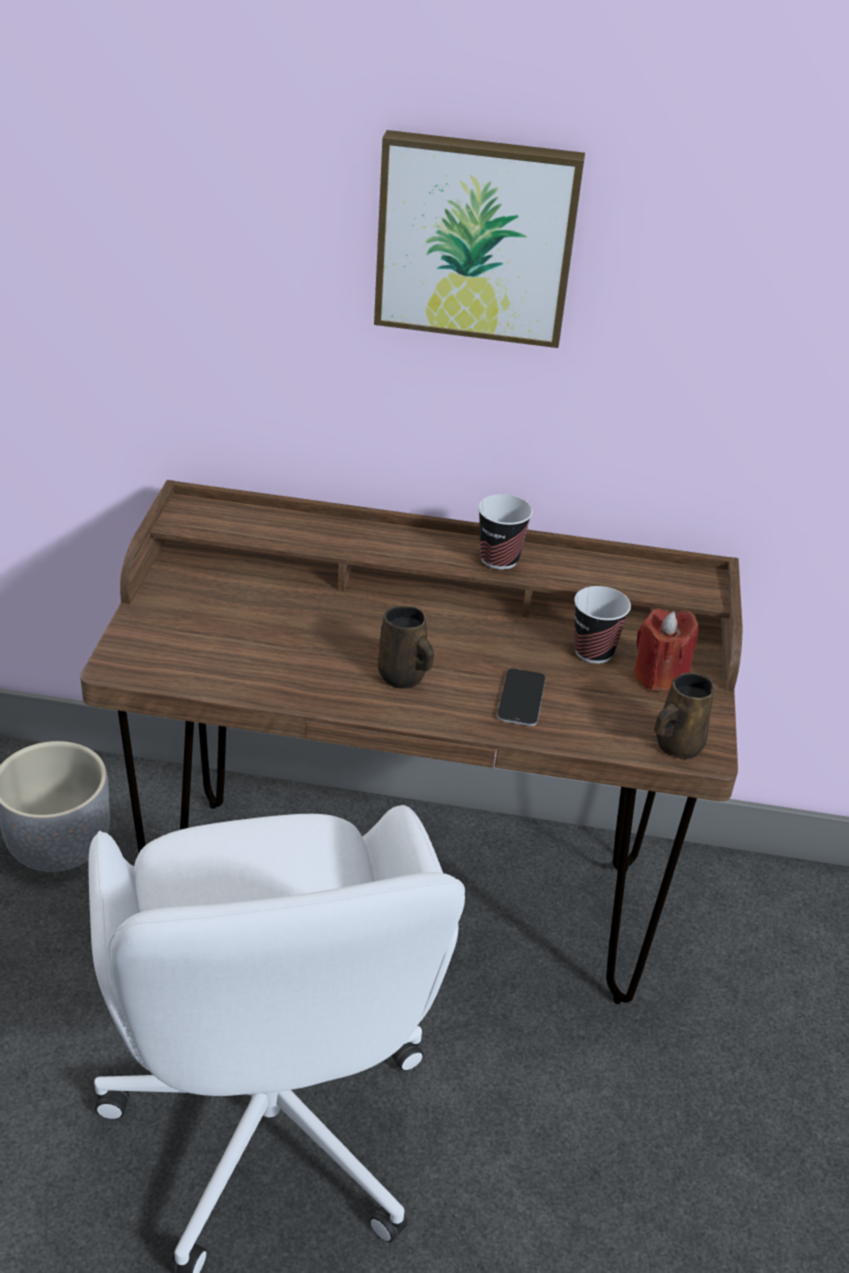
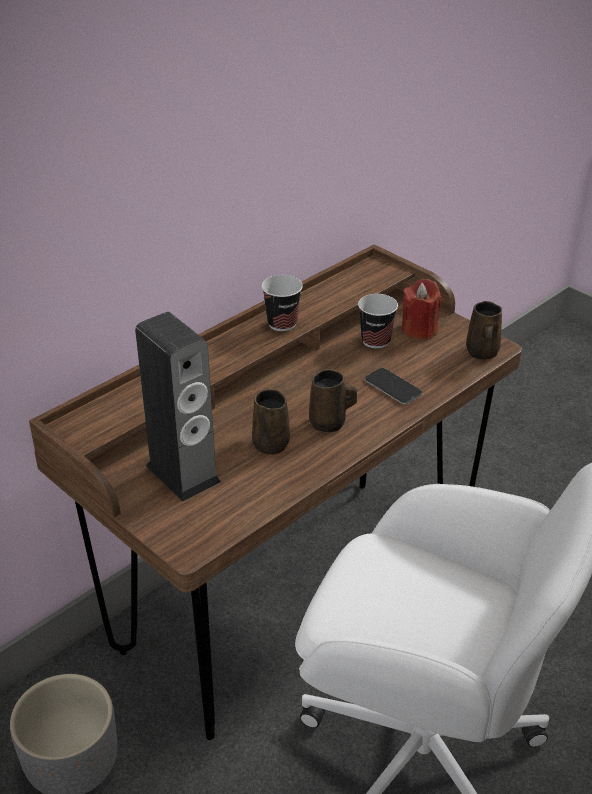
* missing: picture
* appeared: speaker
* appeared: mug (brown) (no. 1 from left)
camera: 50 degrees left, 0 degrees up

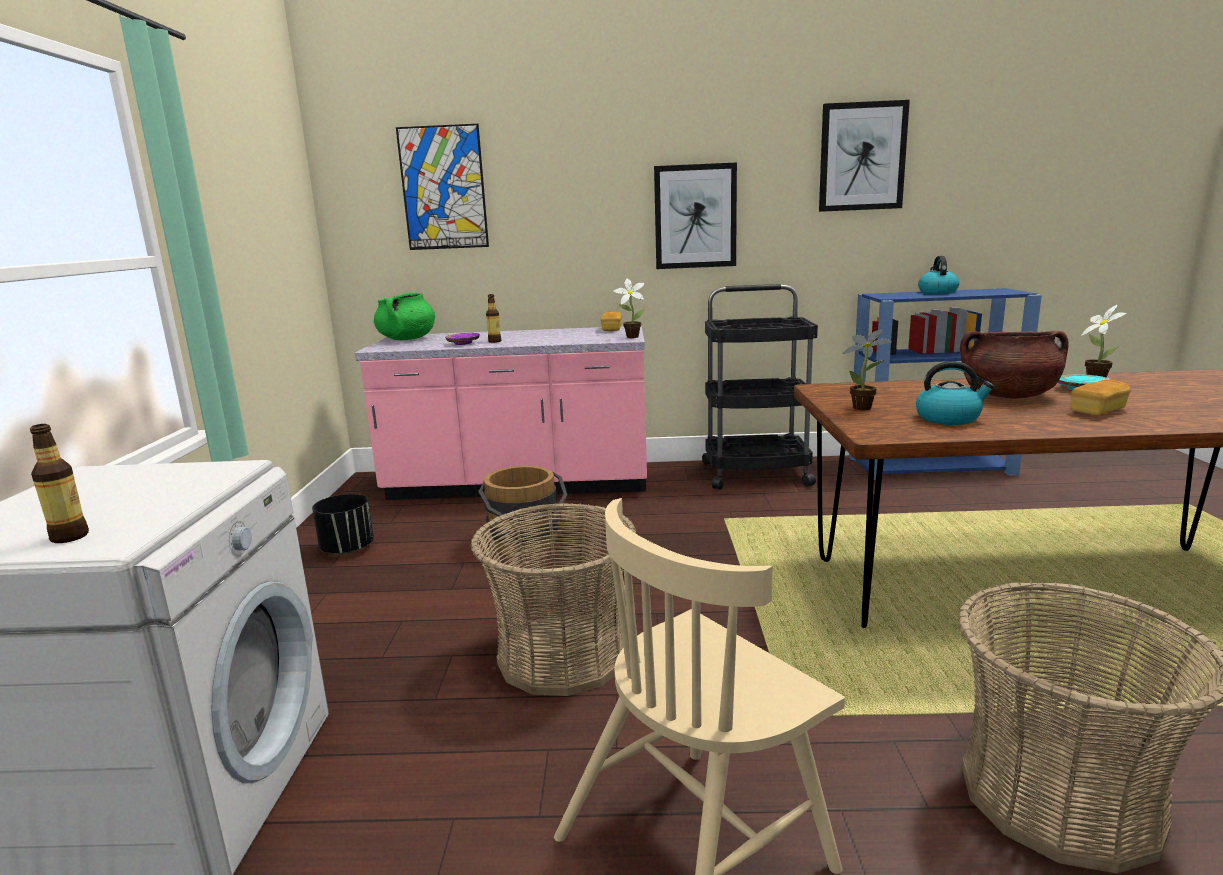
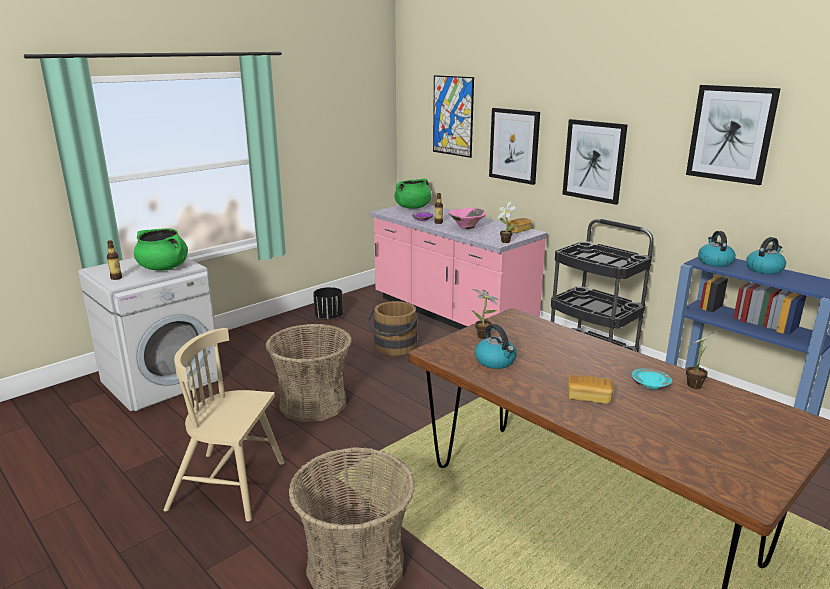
* missing: cooking pot (brown)
* appeared: cooking pot (green) (no. 1 from left)
* appeared: bowl (pink)
* appeared: picture (no. 2 from left)
* appeared: kettle (no. 2 from left)
camera: 45 degrees right, 5 degrees up

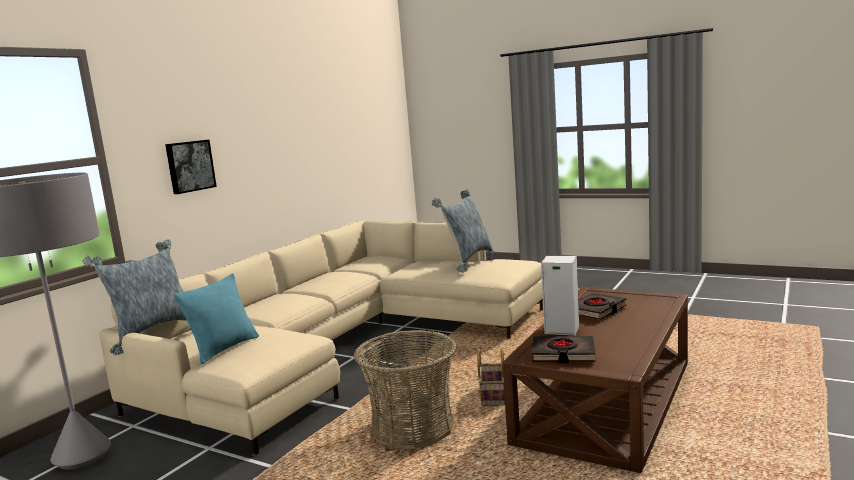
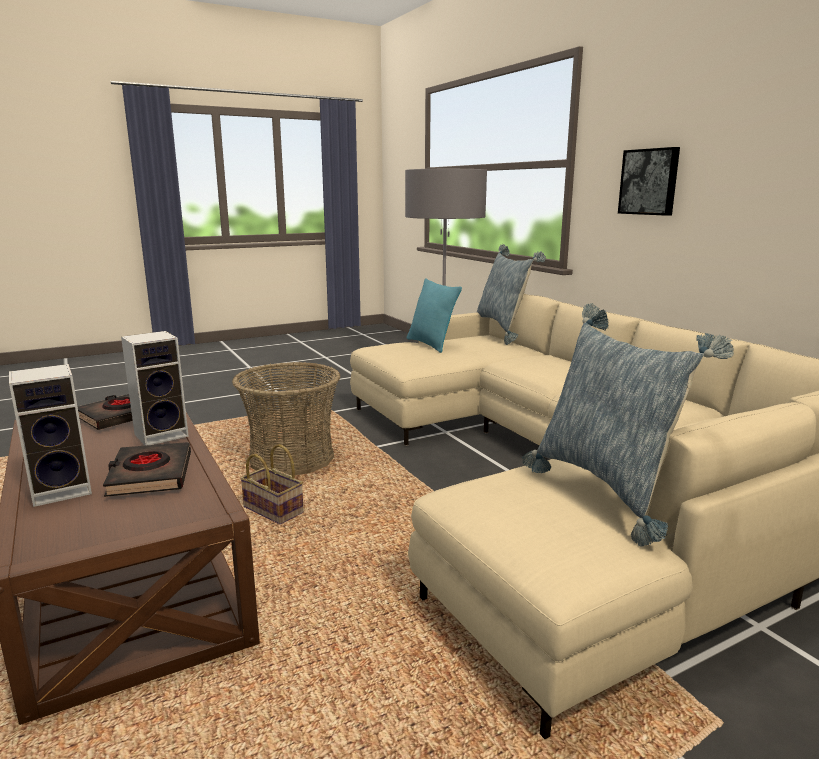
* appeared: speaker (no. 1 from left)
camera: 120 degrees right, 5 degrees up

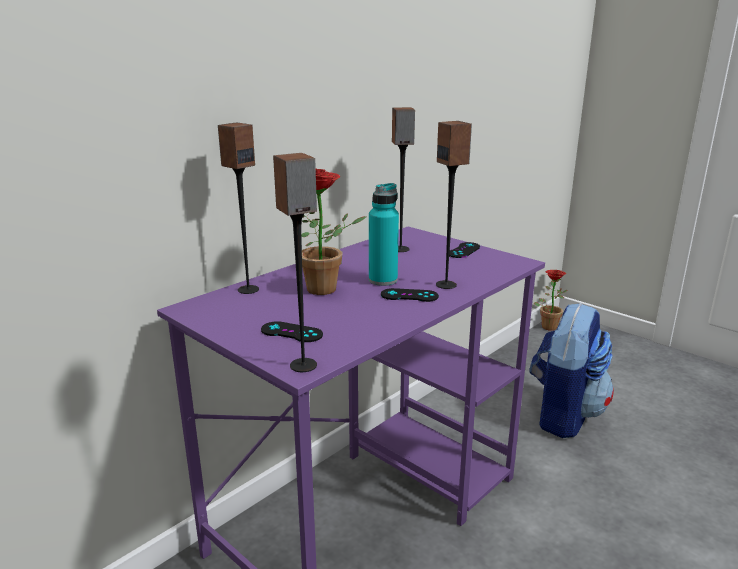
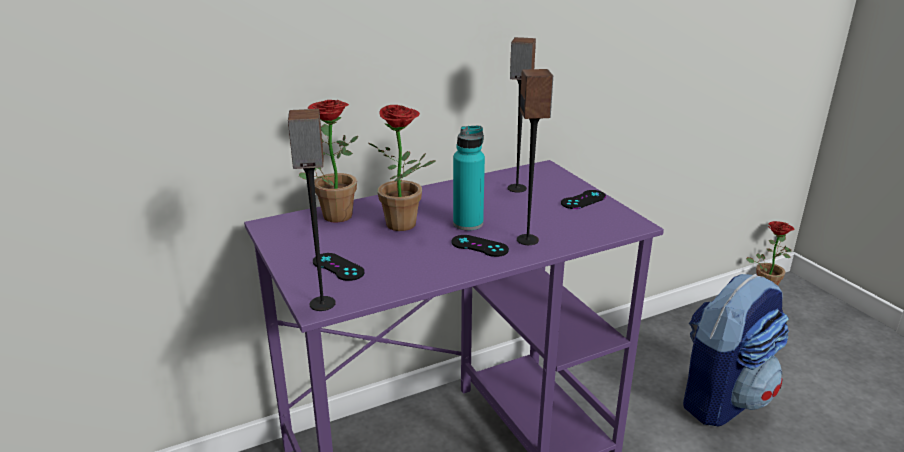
* exchanged: speaker (no. 1 from left) to potted plant (no. 1 from left)
camera: 20 degrees right, 5 degrees up

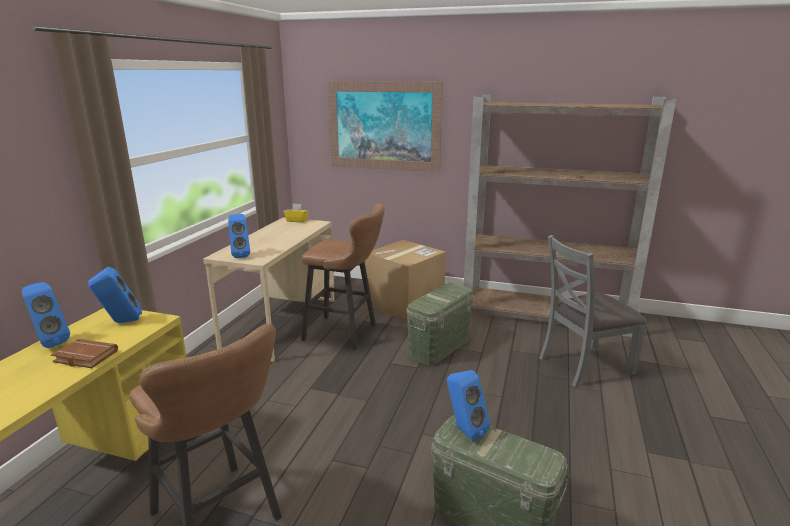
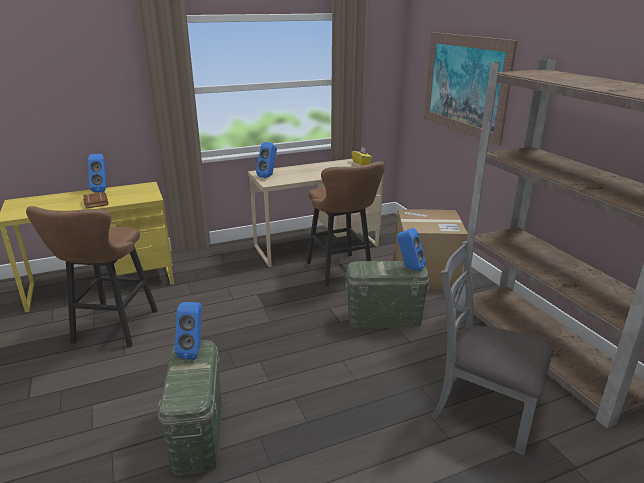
* relocated: speaker (blue) (no. 2 from left in the first image) to speaker (blue) (no. 4 from left)
camera: 50 degrees right, 5 degrees up

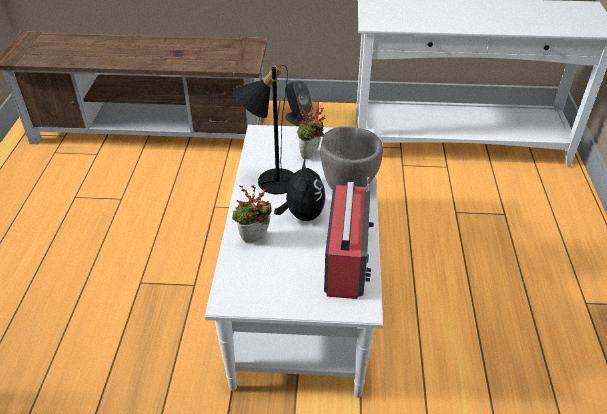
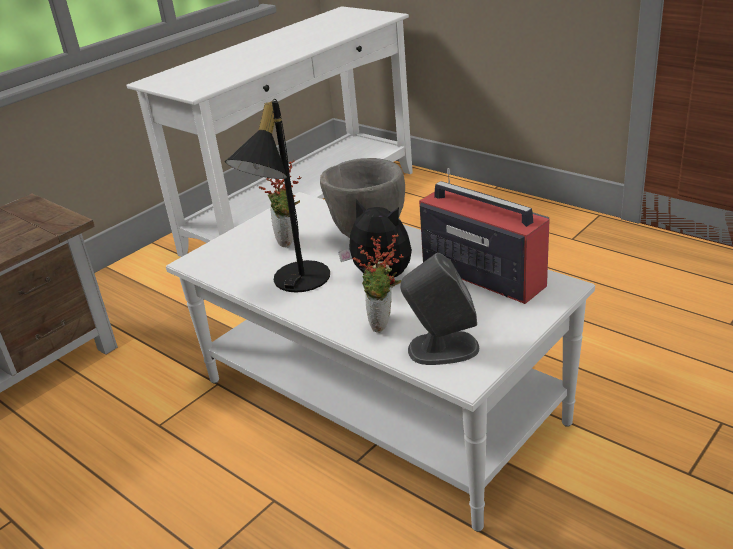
* relocated: speaker (grey)
camera: 50 degrees left, 10 degrees down

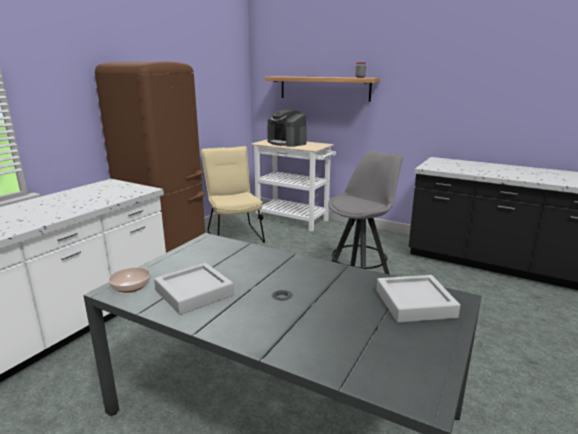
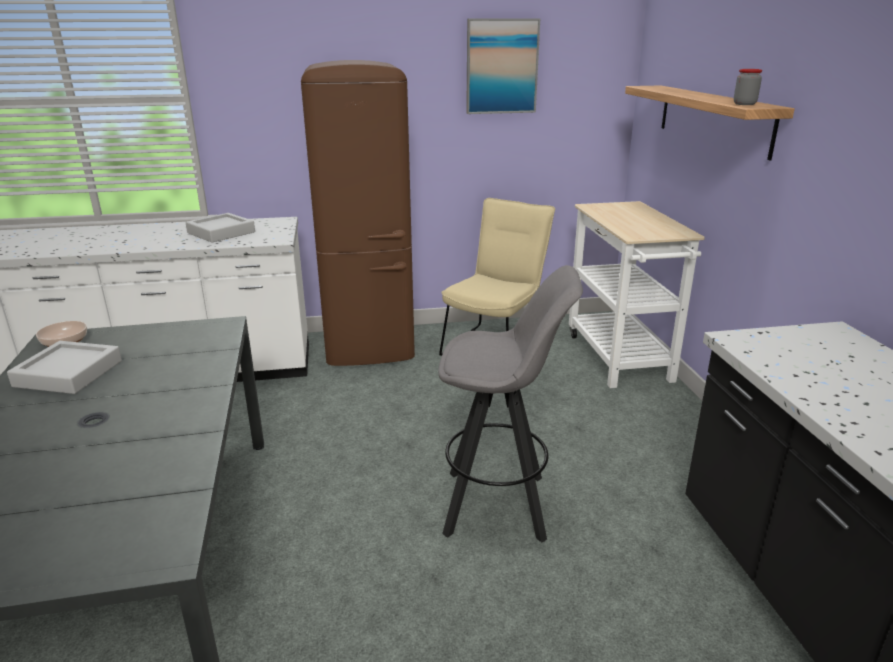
* missing: coffee machine
* relocated: tray (grey) (no. 2 from left)
* appeared: picture
camera: 50 degrees right, 5 degrees up

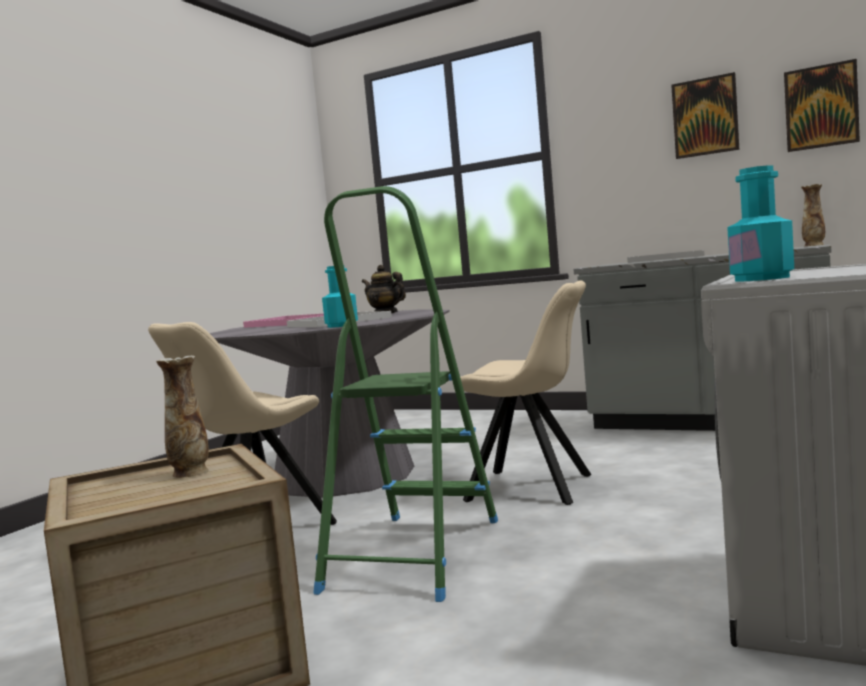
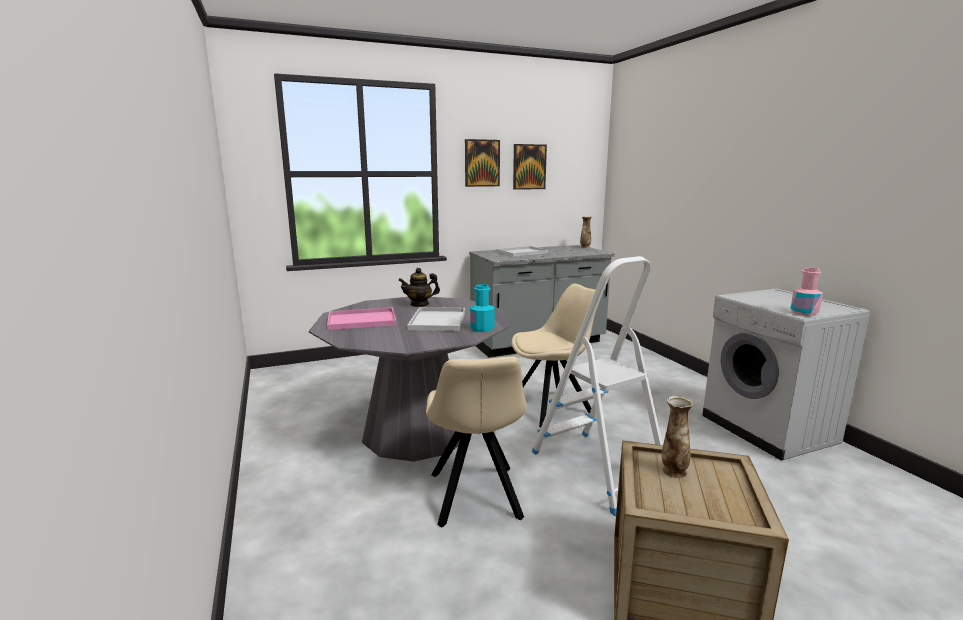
* colour: step ladder (green) to step ladder (white)
* colour: bottle (turquoise) (no. 2 from left) to bottle (pink)
* relocated: picture (no. 2 from left in the first image) to picture (no. 1 from left)
camera: 50 degrees left, 10 degrees up

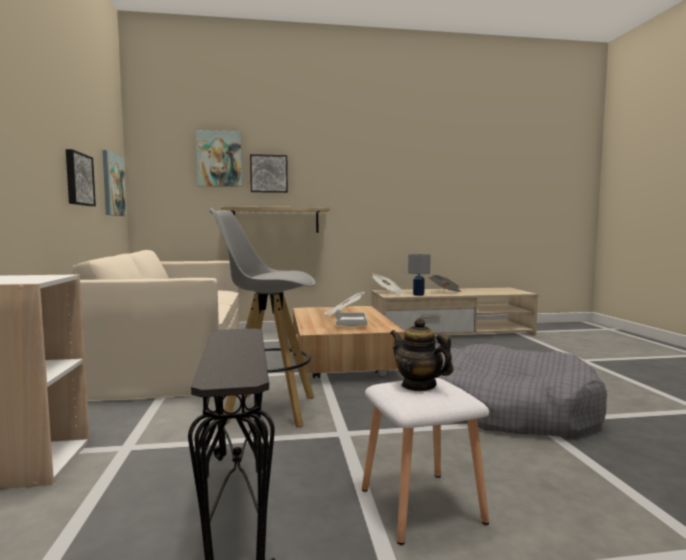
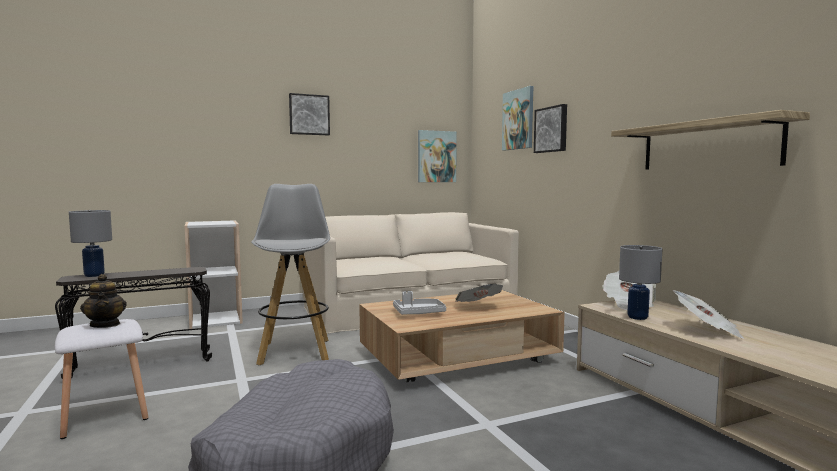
* relocated: picture (no. 1 from left)
* relocated: shelf
* spun: teapot 120 degrees clockwise
* appeared: table lamp (grey) (no. 1 from left)
camera: 75 degrees right, 0 degrees up

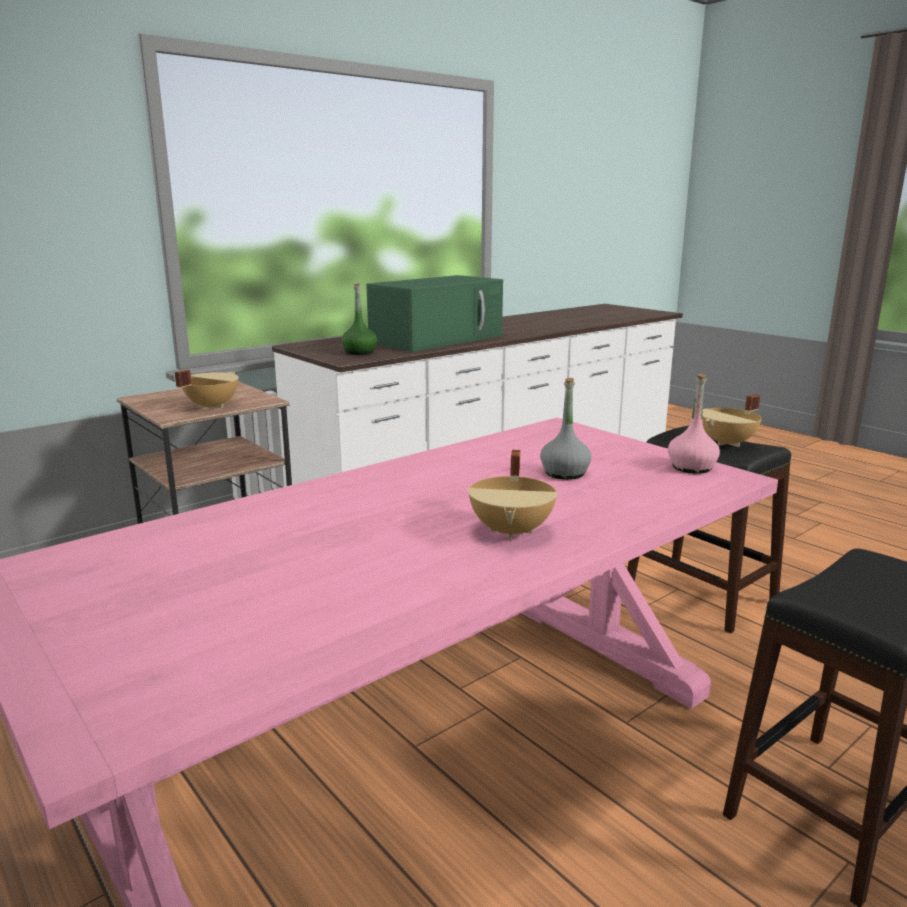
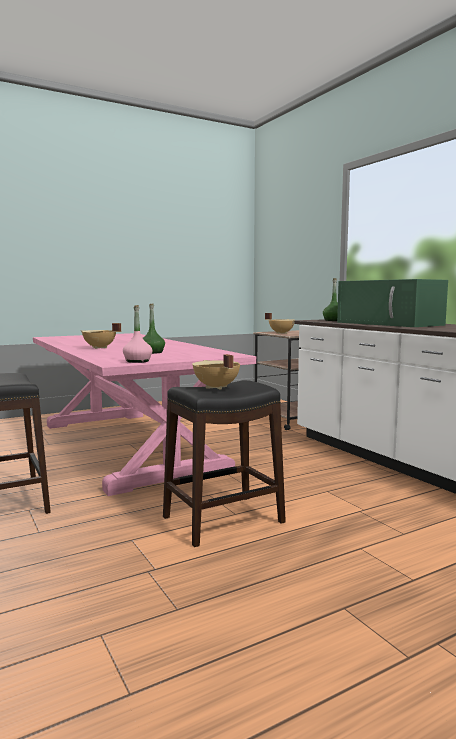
* colour: bottle (grey) to bottle (green) (no. 1 from left)
camera: 100 degrees right, 10 degrees down

